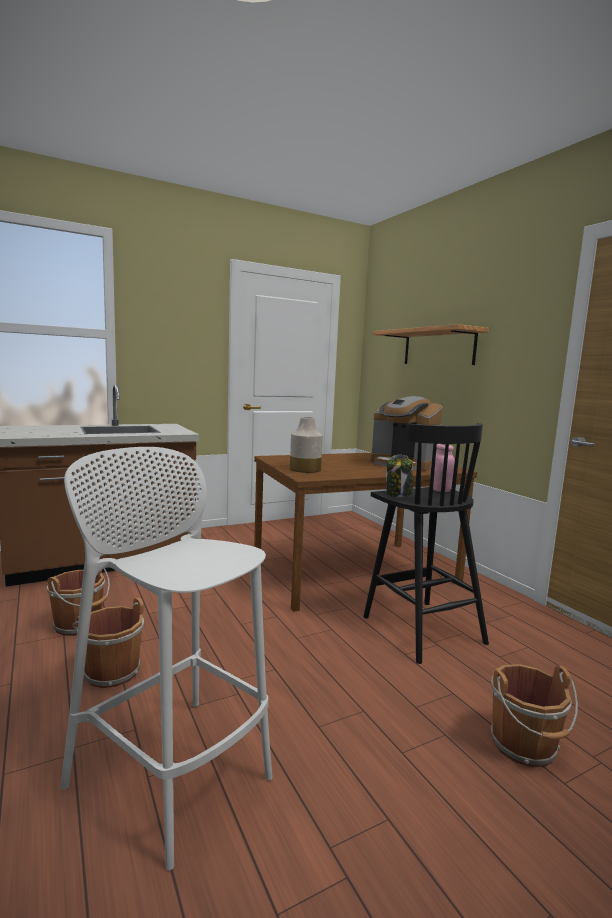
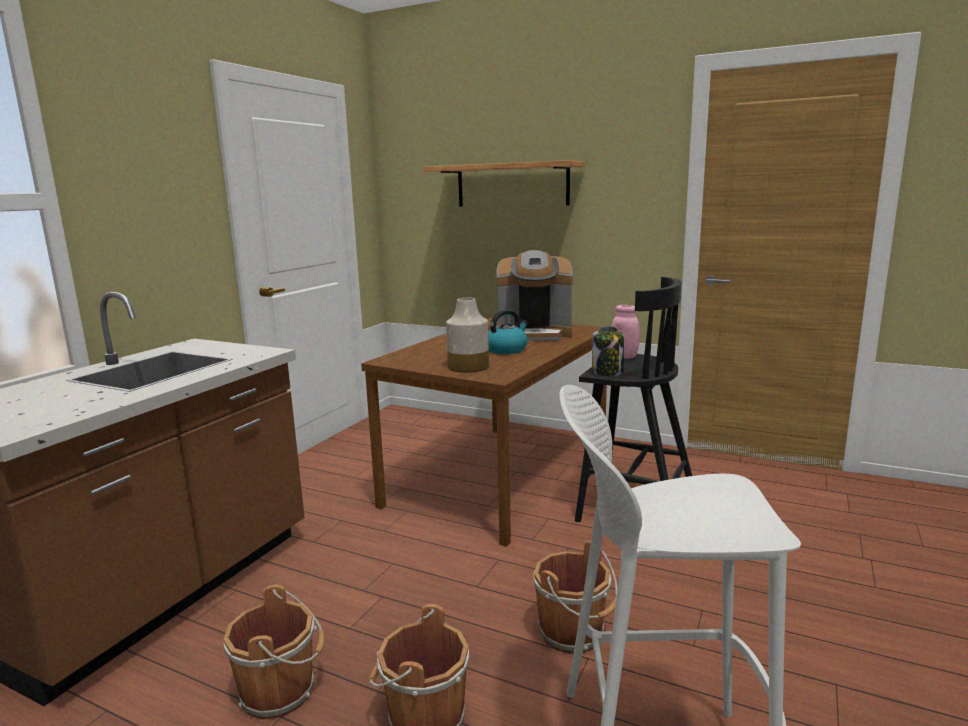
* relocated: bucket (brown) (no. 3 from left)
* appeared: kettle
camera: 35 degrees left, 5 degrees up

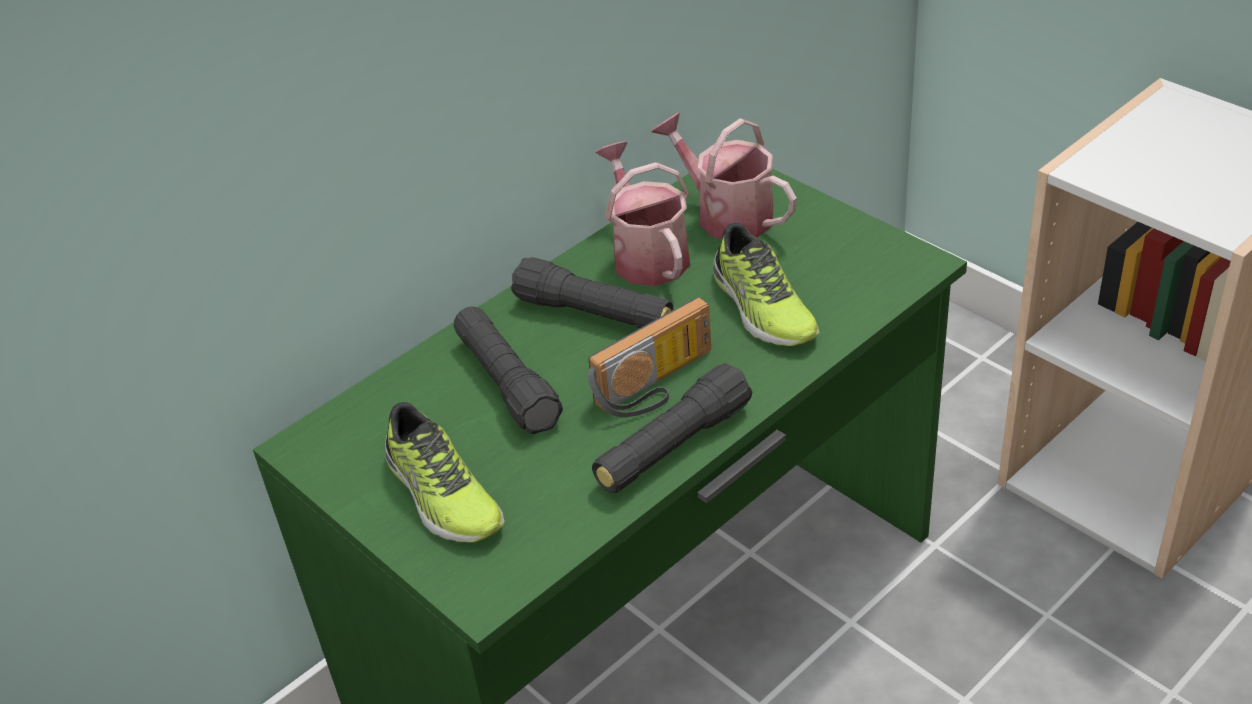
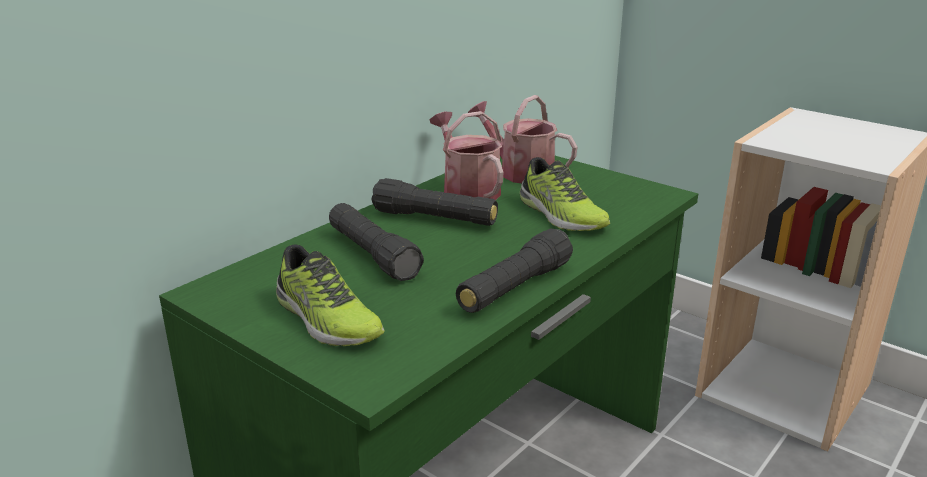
* missing: radio
camera: 10 degrees left, 15 degrees down

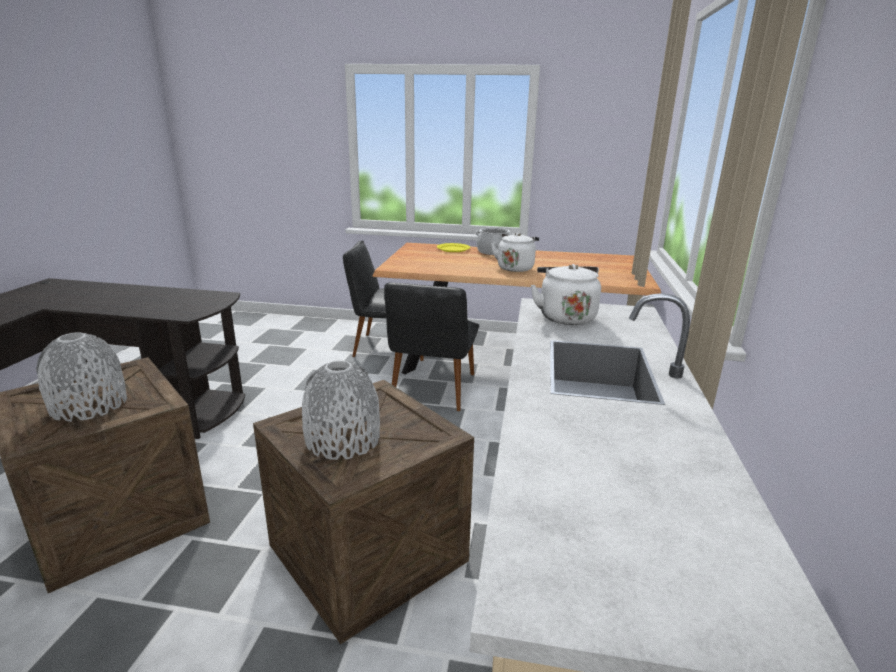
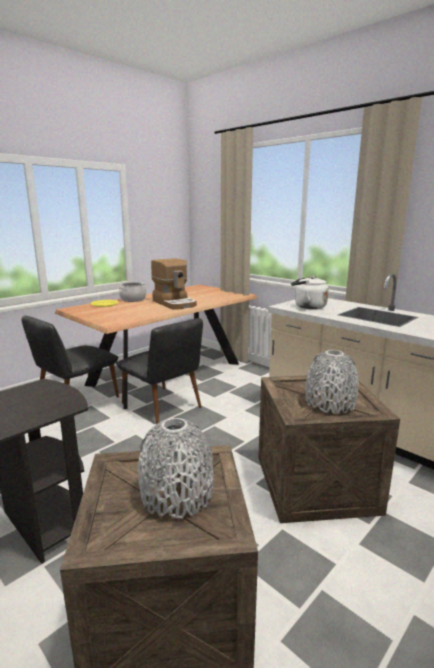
* exchanged: kettle (white) (no. 1 from left) to coffee machine
camera: 55 degrees left, 5 degrees down

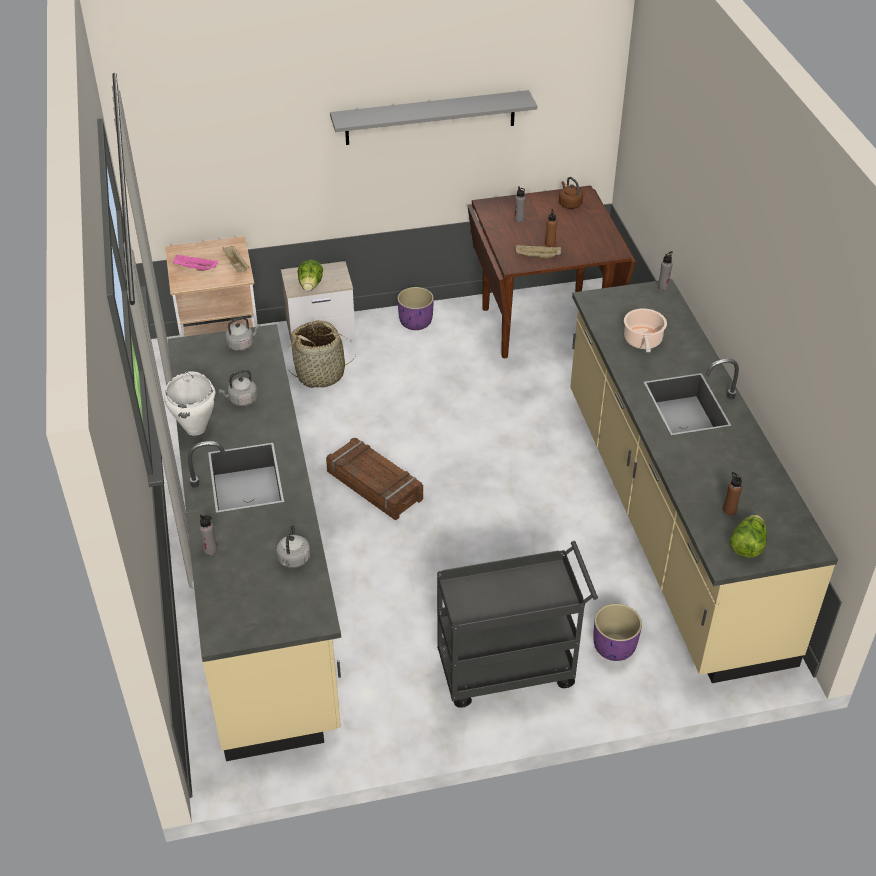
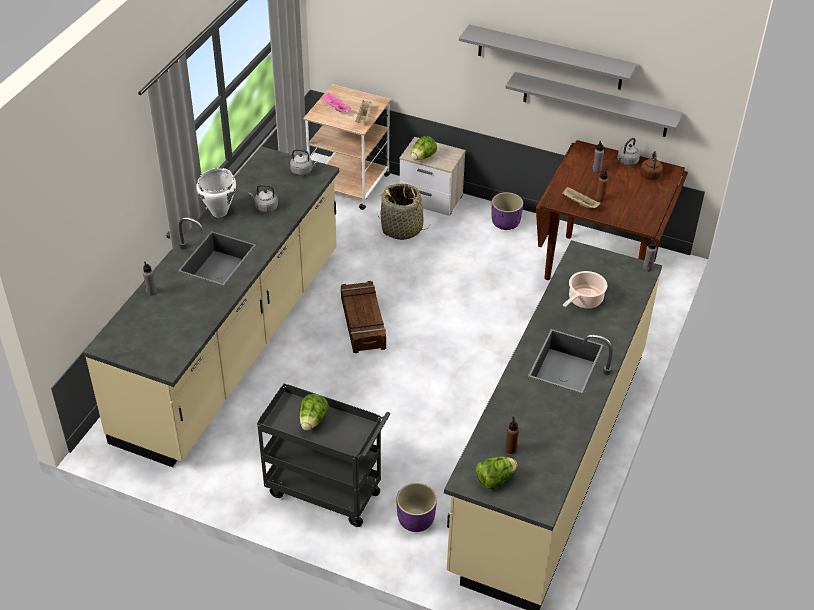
* relocated: kettle (grey) (no. 3 from left)
* appeared: lettuce (no. 1 from left)
* appeared: shelf (grey) (no. 2 from left)
camera: 35 degrees right, 0 degrees up

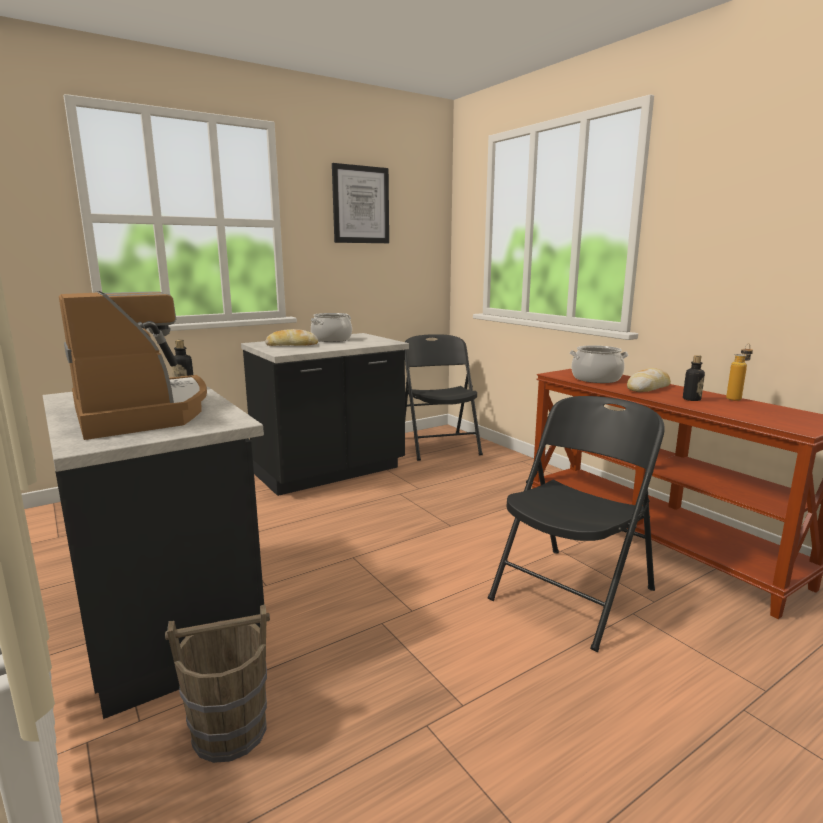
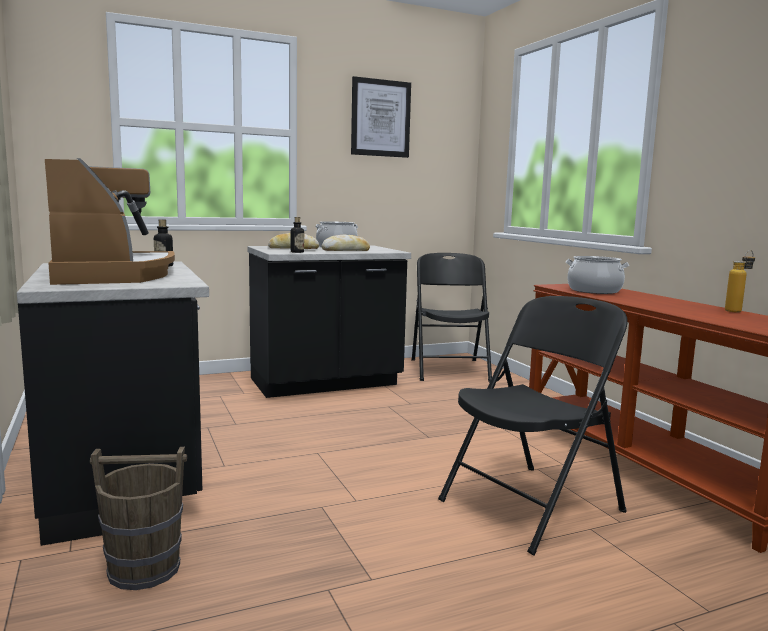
* relocated: bread (no. 2 from left)
* relocated: bottle (no. 2 from left)
camera: 10 degrees right, 5 degrees down

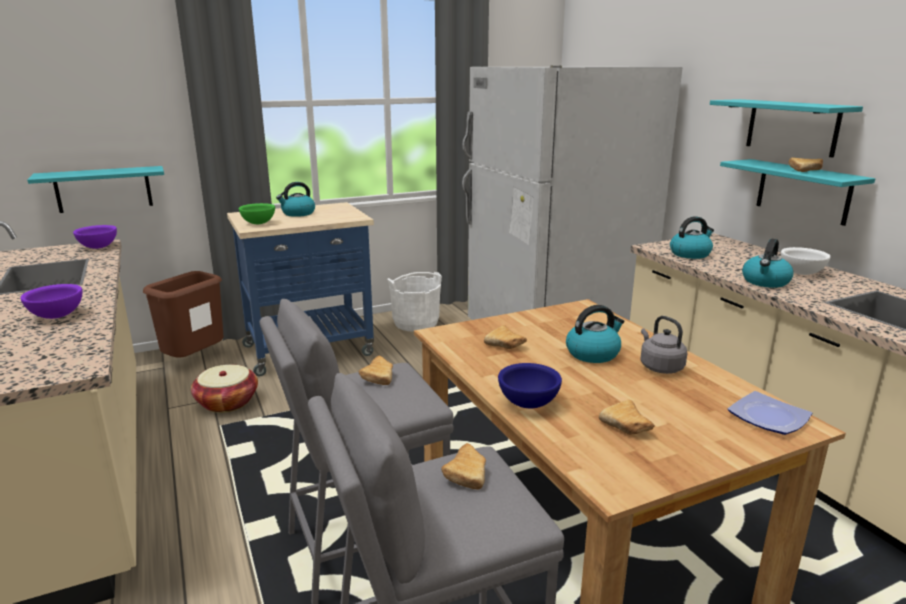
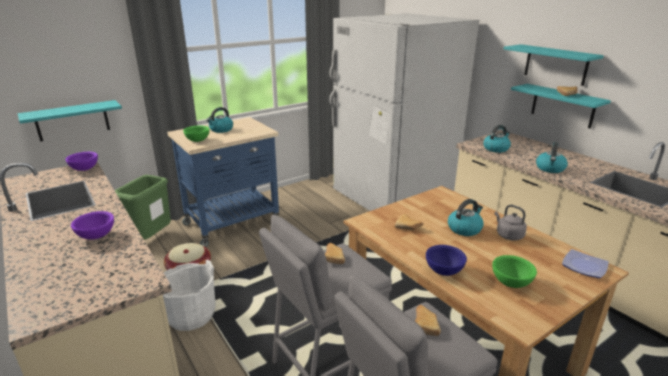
* colour: trash can (brown) to trash can (green)
* relocated: bucket (white)
* exchanged: bread (no. 4 from left) to bowl (green) (no. 2 from left)
* missing: bowl (white)
camera: 10 degrees left, 5 degrees up

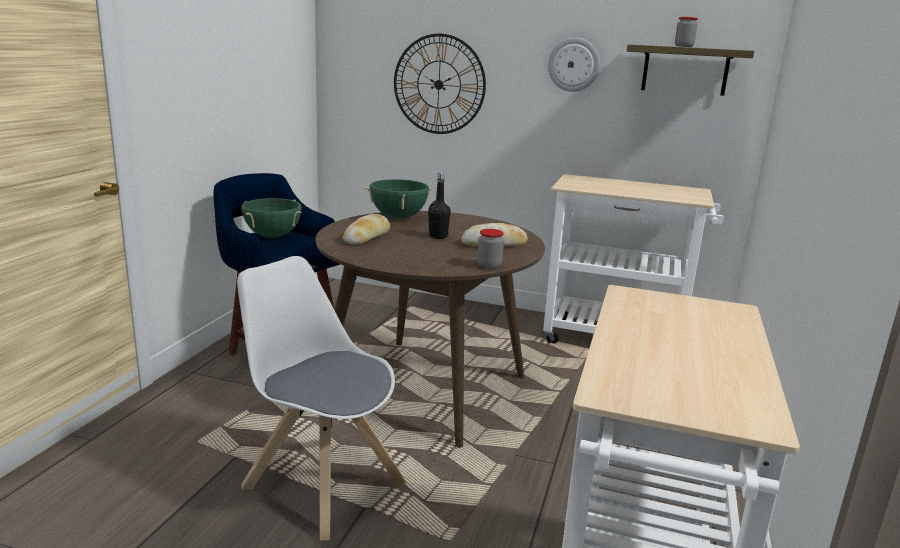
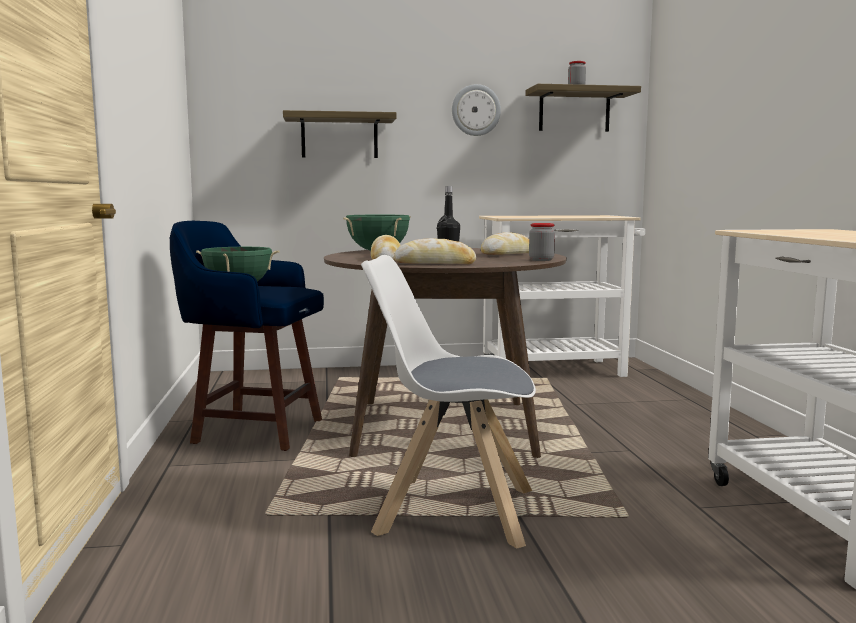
* exchanged: wall clock (no. 1 from left) to shelf (no. 1 from left)
* appeared: bread (no. 2 from left)
camera: 25 degrees left, 10 degrees down

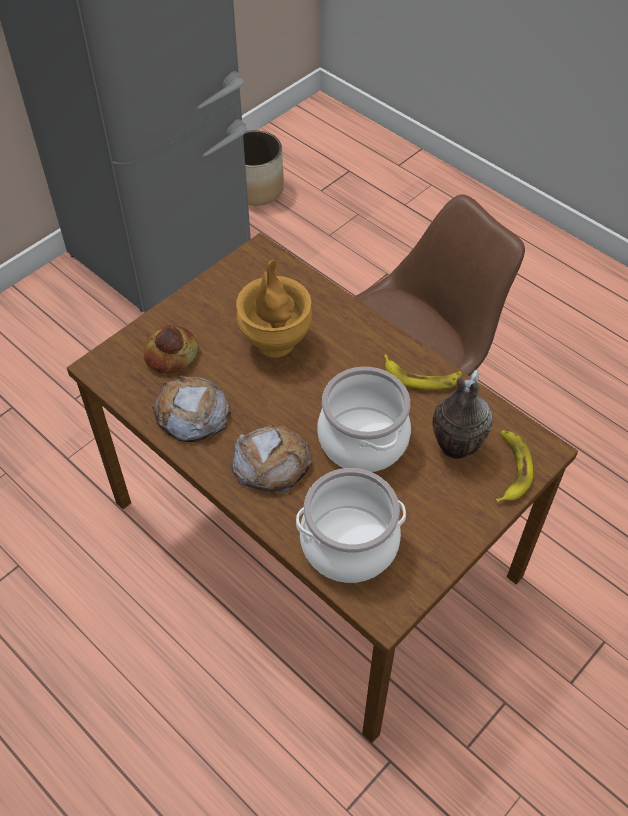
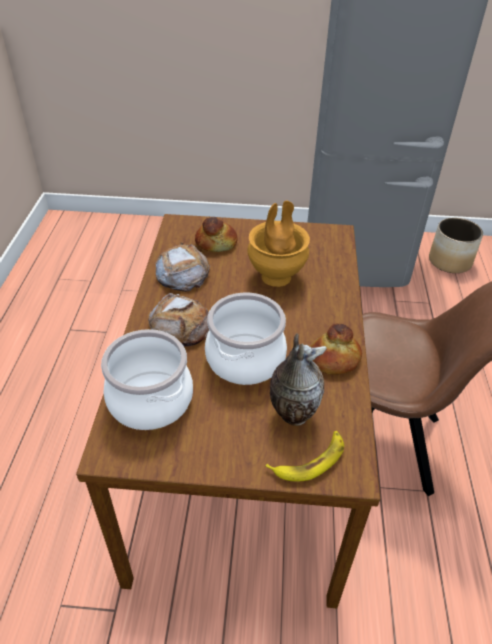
* exchanged: banana (no. 1 from left) to bread (no. 4 from left)
camera: 50 degrees right, 10 degrees down

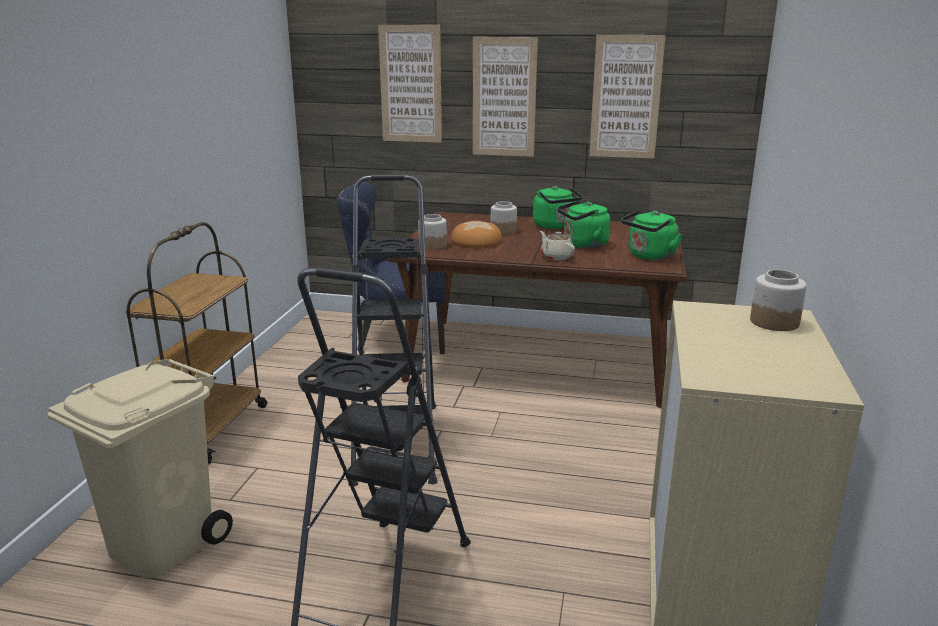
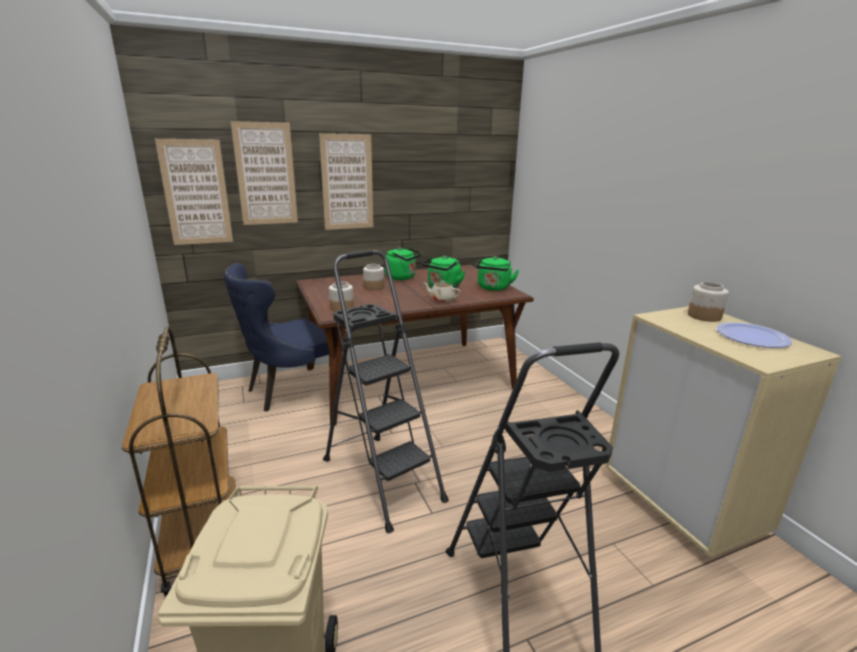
* missing: bread
* relocated: picture (no. 3 from left in the first image) to picture (no. 1 from left)
* appeared: plate
camera: 35 degrees left, 0 degrees up

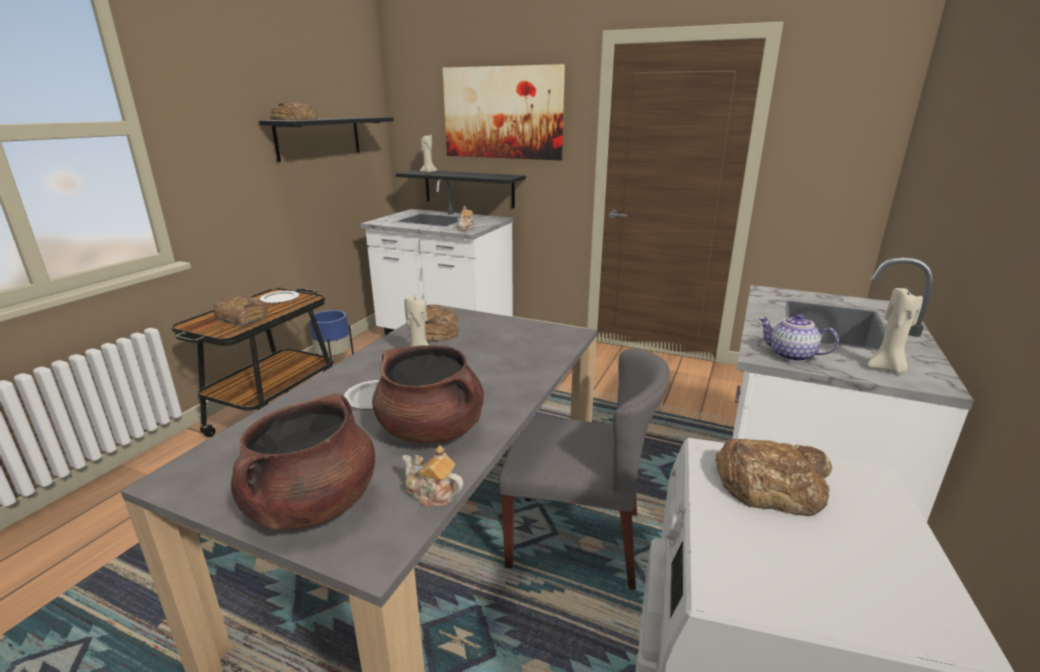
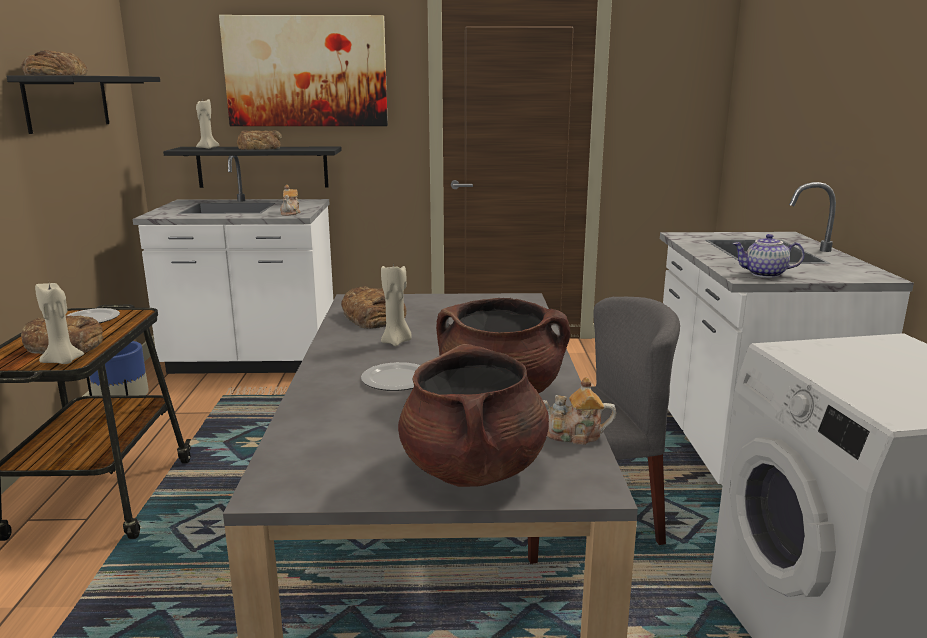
* relocated: bread (no. 4 from left in the first image) to bread (no. 3 from left)
* relocated: candle (beige) (no. 3 from left in the first image) to candle (beige) (no. 1 from left)
camera: 25 degrees left, 5 degrees down

